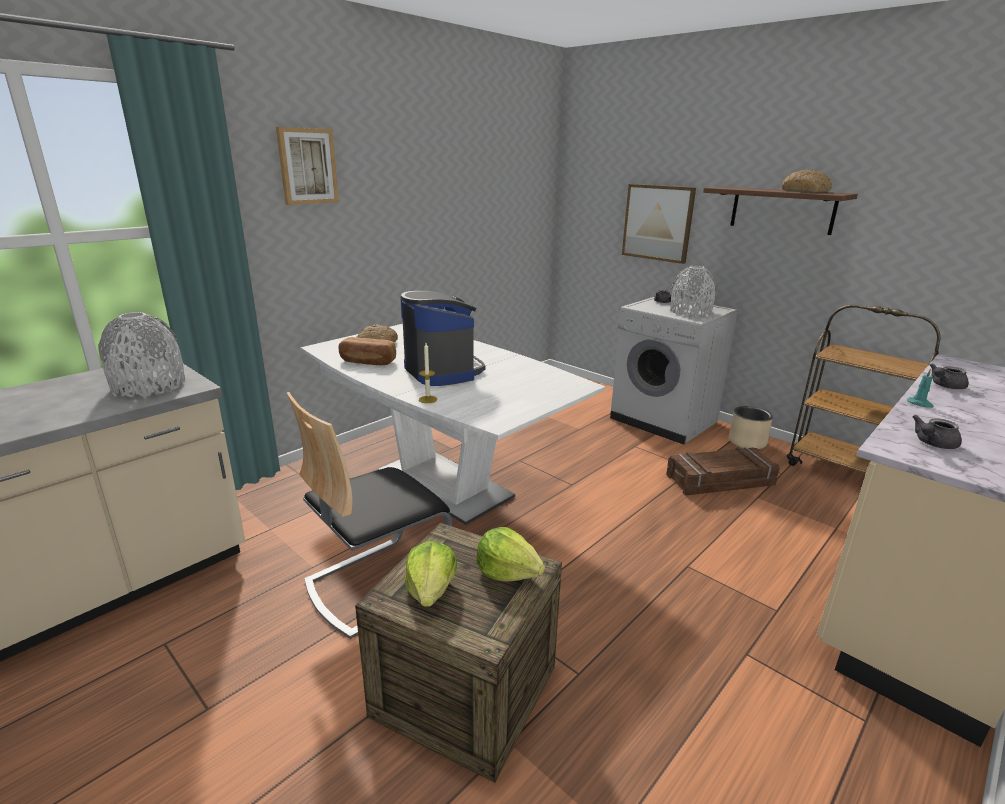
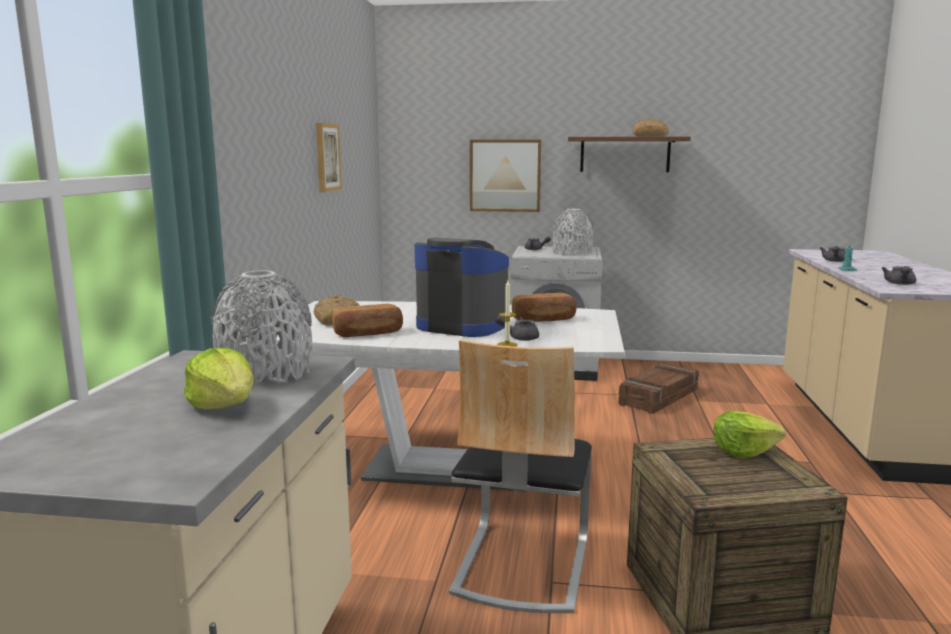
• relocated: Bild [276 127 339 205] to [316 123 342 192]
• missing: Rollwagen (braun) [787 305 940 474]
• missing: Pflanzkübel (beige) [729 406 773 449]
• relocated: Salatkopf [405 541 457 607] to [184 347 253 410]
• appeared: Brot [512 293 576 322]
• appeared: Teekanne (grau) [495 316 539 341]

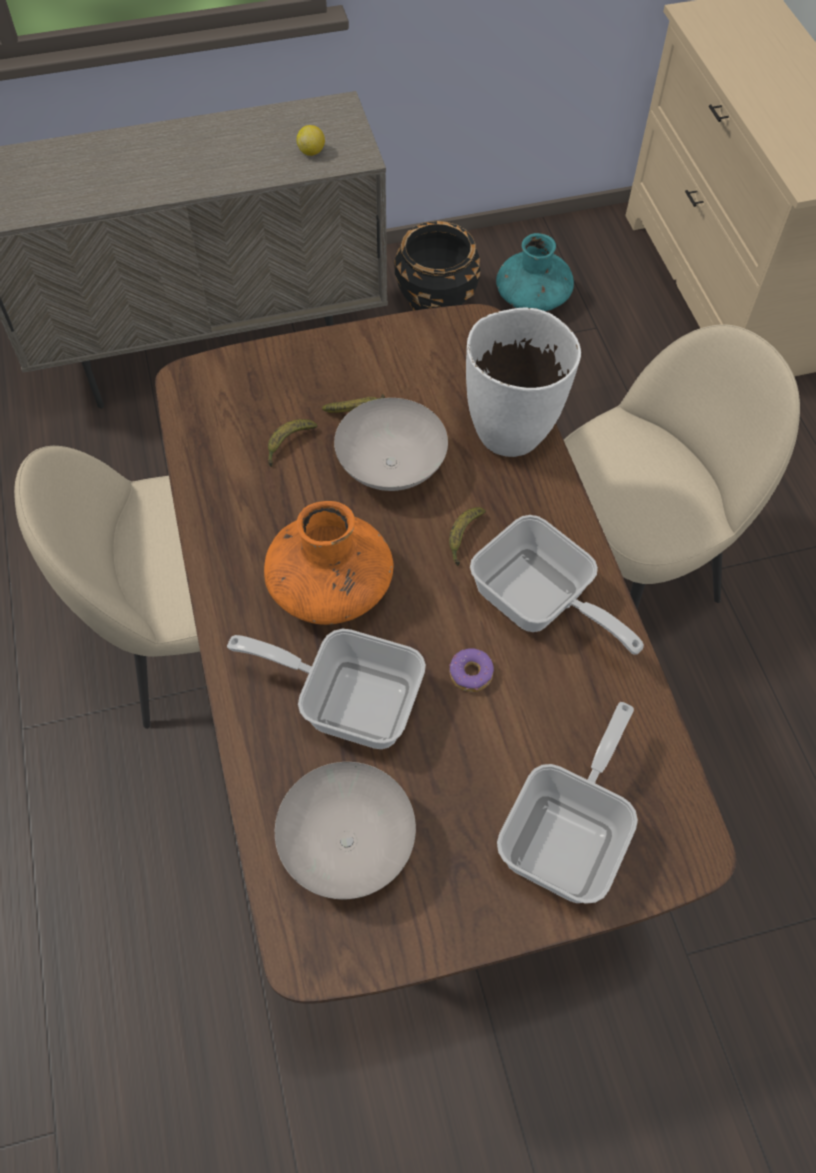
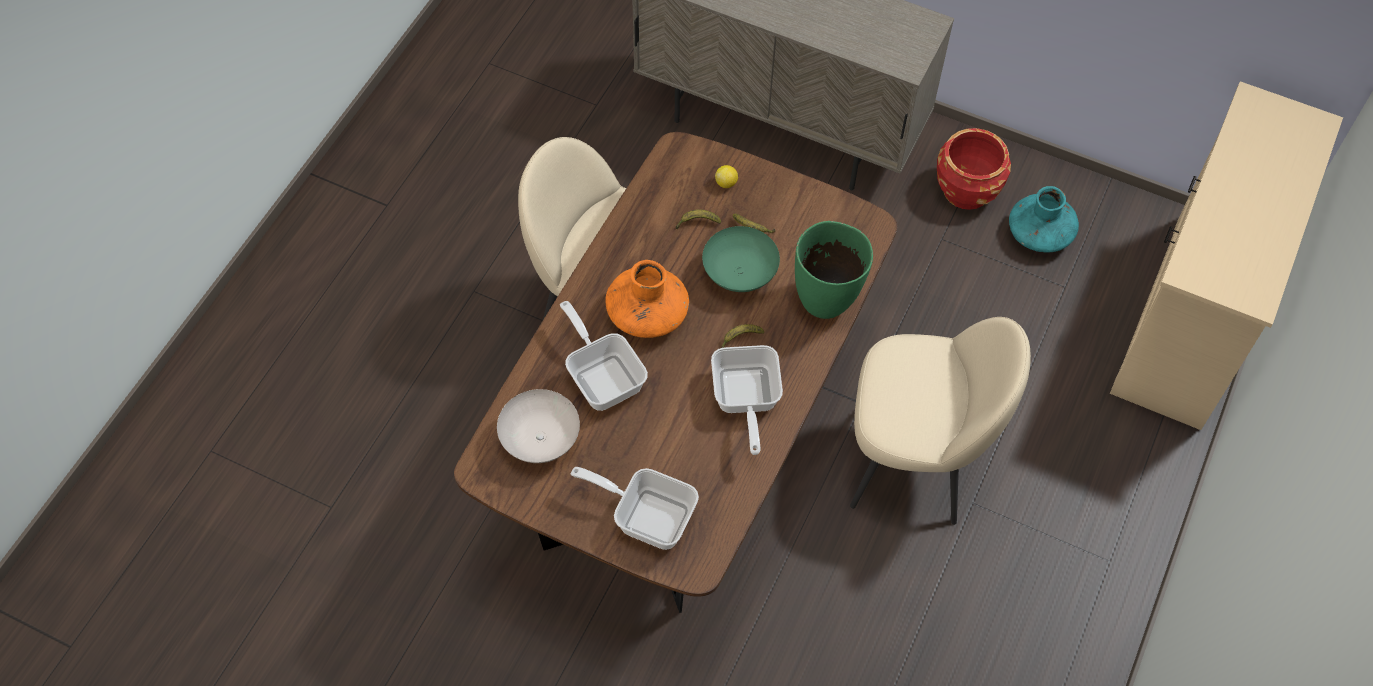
• relocated: Zitrone [296 125 325 156] to [715 165 738 188]
• colour: Pflanzkübel (schwarz) [394 221 480 311] to Pflanzkübel (rot) [937 128 1011 210]
• colour: Vase (weiß) [466 308 581 457] to Vase (grün) [795 221 873 319]
• colour: Schüssel (weiß) [334 398 448 491] to Schüssel (grün) [702 226 780 292]
• missing: Donut [449 648 494 692]
• spun: Pfanne [497 702 638 904] = [571 467 699 550] 135 degrees counterclockwise

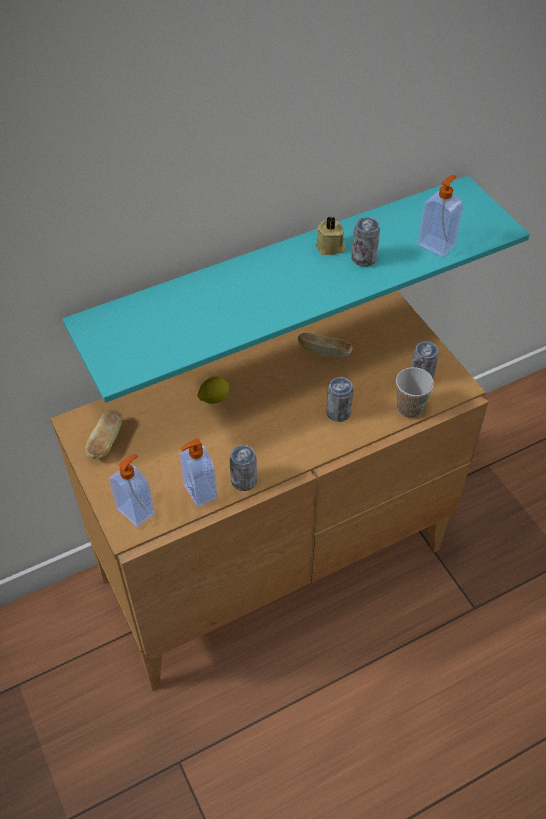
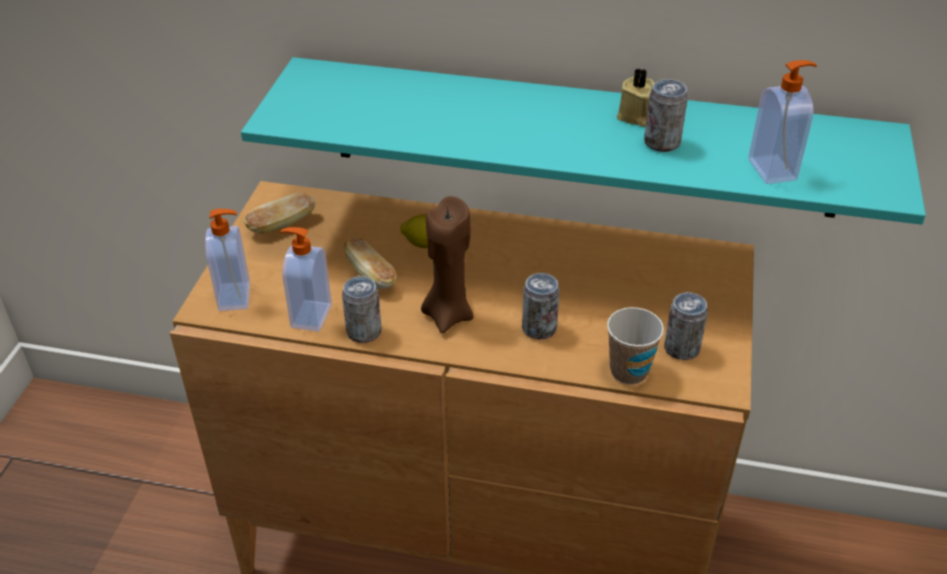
• relocated: Brot [298 333 353 357] to [344 238 397 289]
• appeared: Kerze (braun) [421 196 474 333]

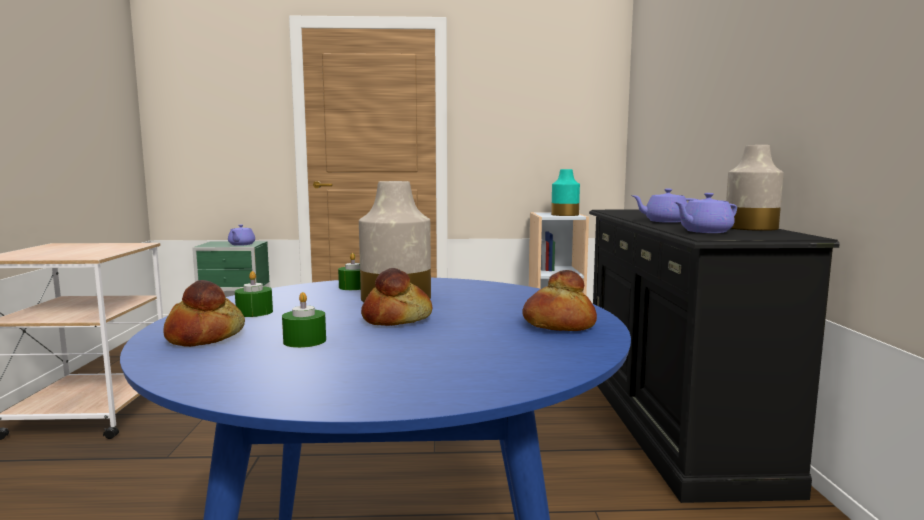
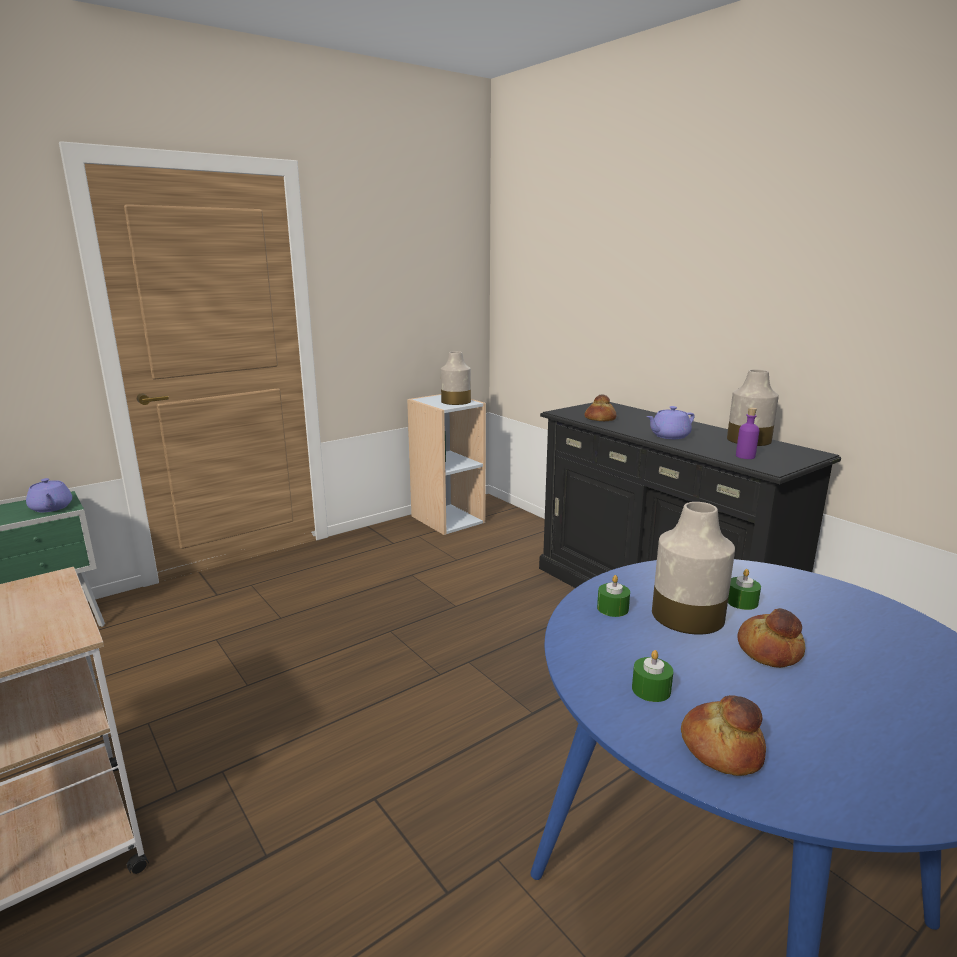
• colour: Vase (türkis) [551 169 580 216] to Vase (beige) [441 351 471 405]
• exchanged: Teekanne (lila) [674 193 737 233] to Flasche (lila) [736 407 759 459]
• relocated: Brot [522 270 597 331] to [584 395 617 421]
• relocated: Kerze (grün) [282 292 326 348] to [728 569 761 610]

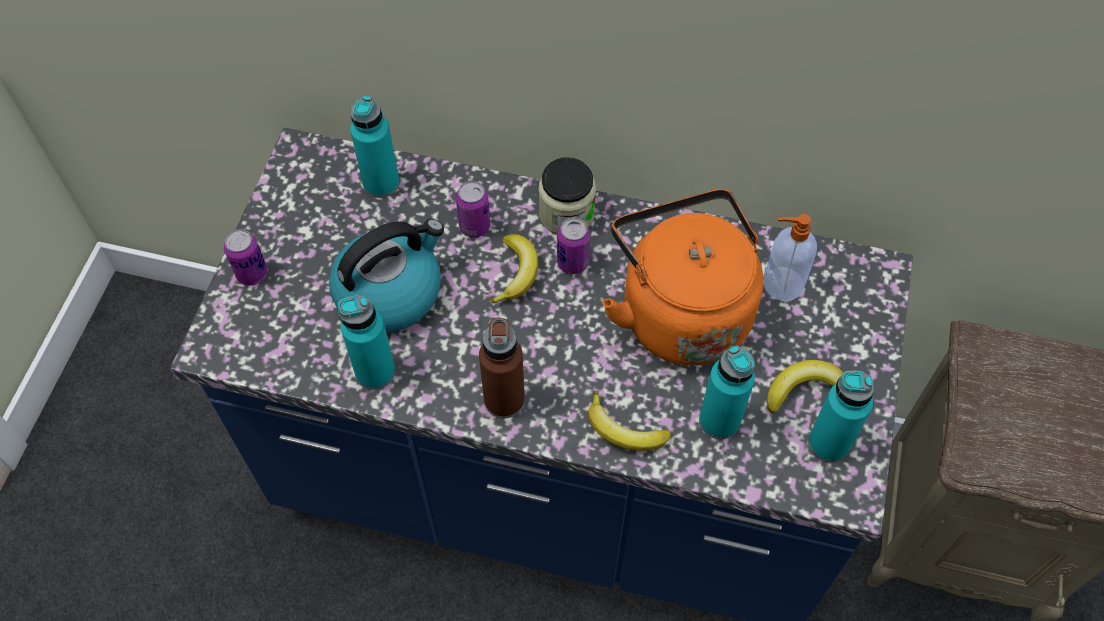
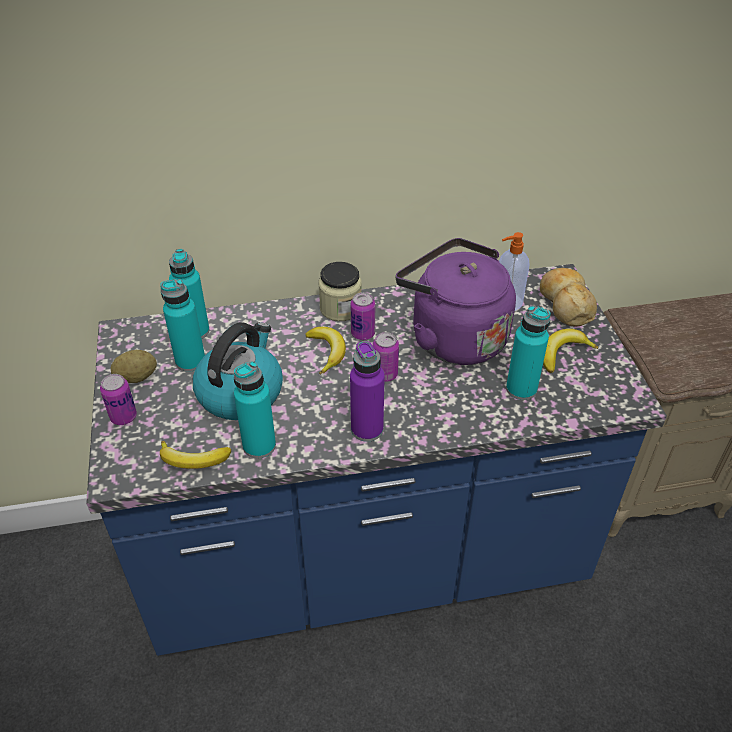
• relocated: Dose [456 181 490 237] to [373 332 399 382]
• colour: Wasserkessel (orange) [602 189 764 366] to Wasserkessel (lila) [396 238 516 365]
• colour: Flasche (braun) [479 318 525 418] to Flasche (lila) [350 341 385 442]
• relocated: Flasche (türkis) [808 370 874 462] to [160 279 205 372]
• relocated: Banane [588 391 671 451] to [160 441 231 469]
• appeared: Brot [540 268 597 326]
• appeared: Kartoffel [111 350 157 383]

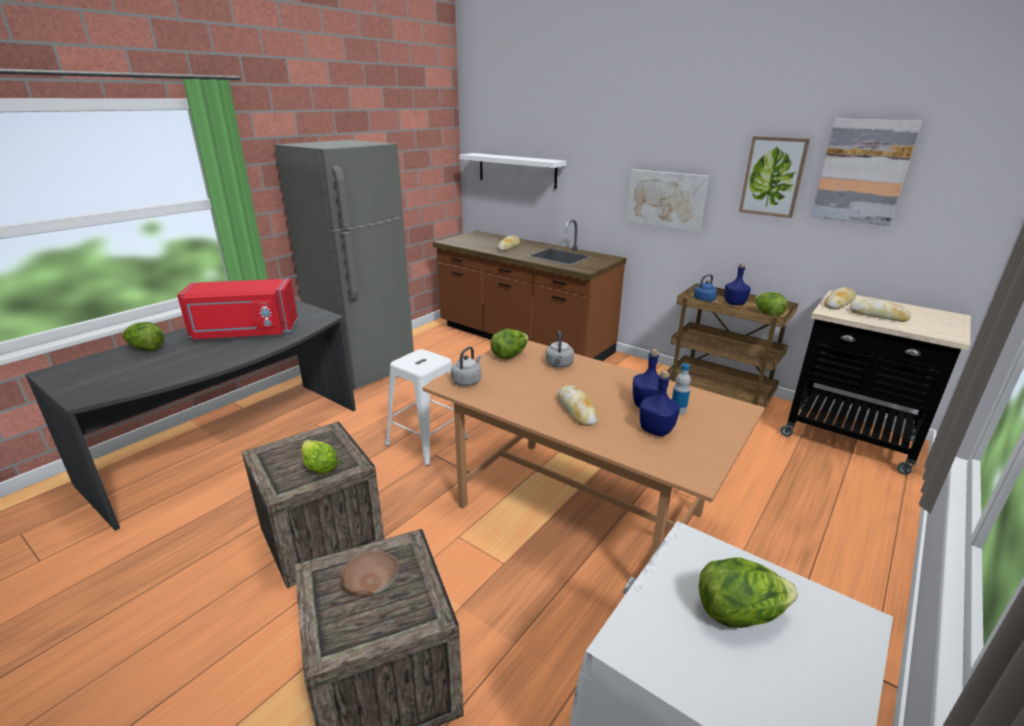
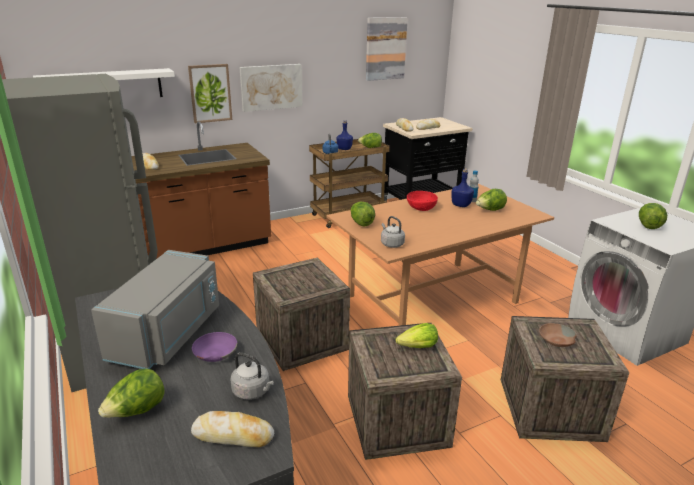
• relocated: Bild [739 136 810 218] to [188 64 232 123]
• colour: Mikrowelle (rot) [177 279 298 339] to Mikrowelle (grau) [91 250 219 369]
• relocated: Wasserkessel (grau) [546 330 574 368] to [230 352 274 400]
• exchanged: Hocker (weiß) [385 349 468 466] to Kiste [253 257 350 371]
• exchanged: Flasche (blau) [640 371 680 436] to Salatkopf [476 189 507 211]
• relocated: Brot [558 385 598 426] to [191 411 274 447]
• appeared: Schüssel (rot) [407 191 438 211]
• appeared: Schüssel (lila) [192 332 237 362]

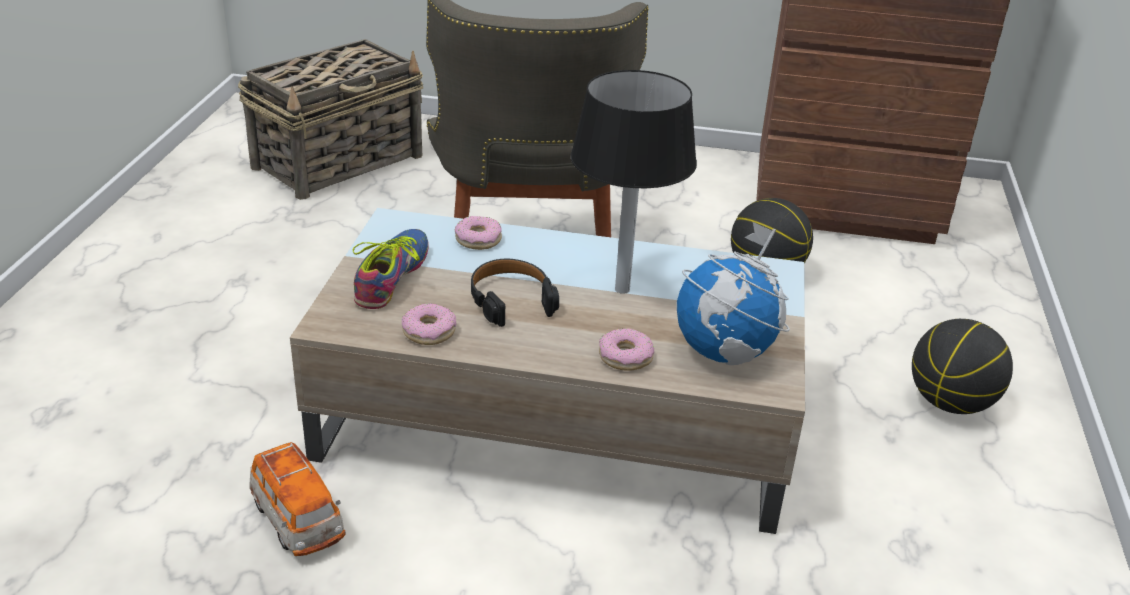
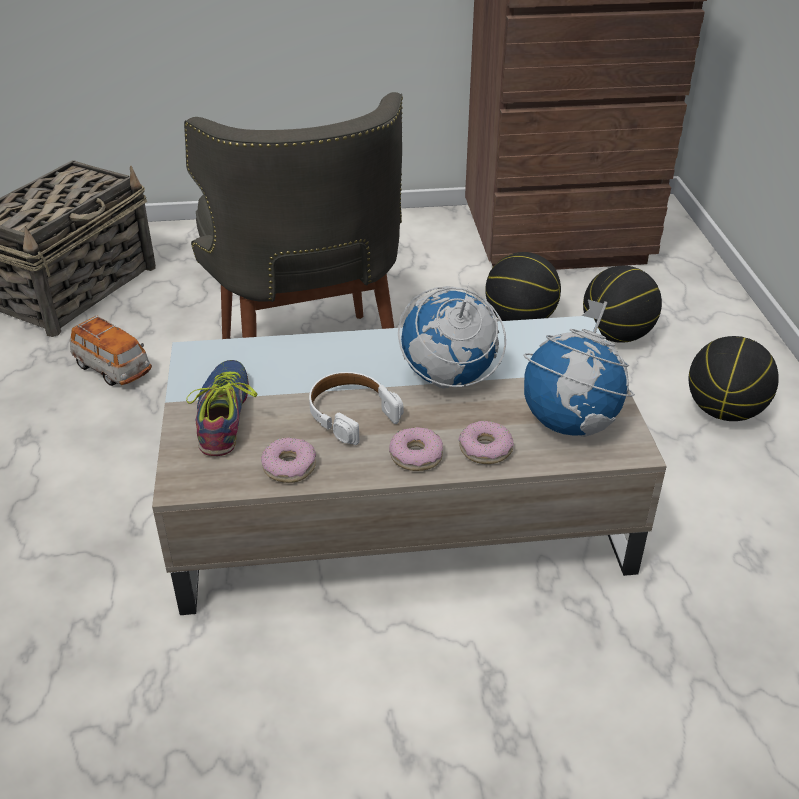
• exchanged: Tischlampe (schwarz) [570 70 697 294] to Globus [398 284 506 389]
• relocated: Donut [455 216 502 250] to [389 427 443 471]
• colour: Kopfhörer (schwarz) [471 259 559 327] to Kopfhörer (weiß) [309 372 404 445]
• relocated: Spielzeugauto [249 442 346 556] to [70 315 152 386]
• appeared: Basketball [583 266 662 343]

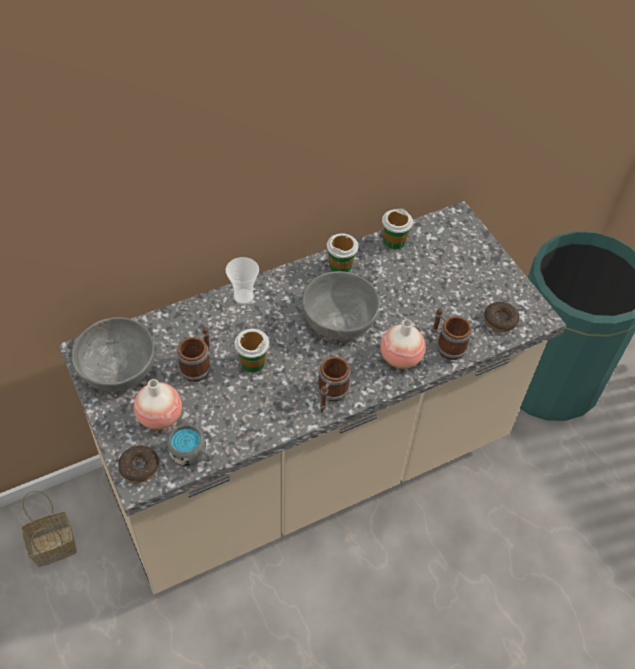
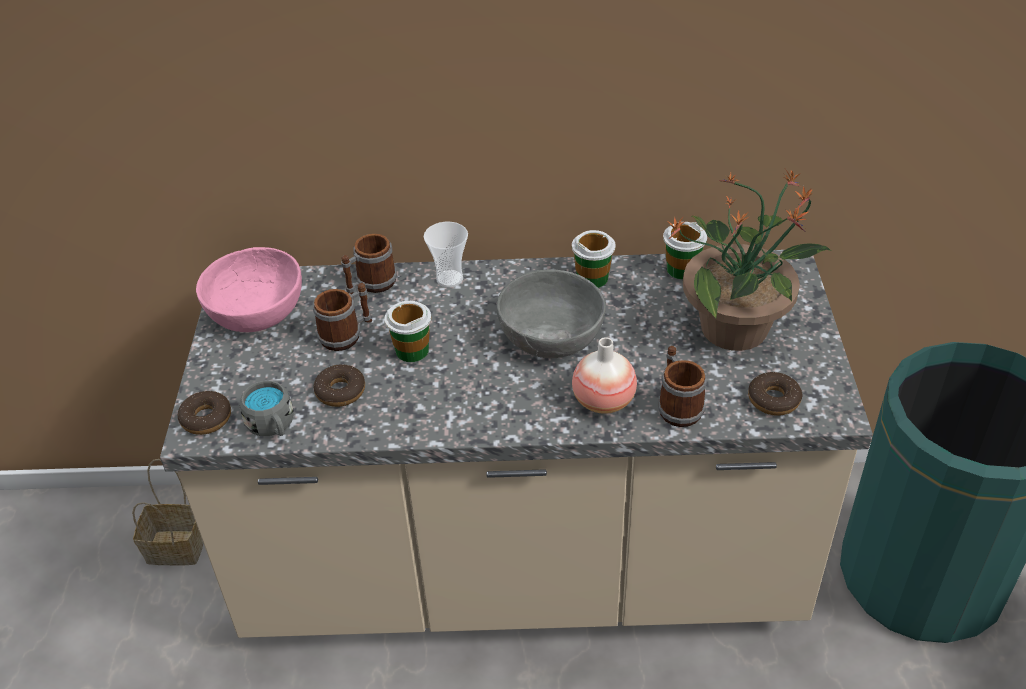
• colour: Schüssel (grau) [71 317 155 392] to Schüssel (rosa) [196 247 302 332]
• relocated: Henkelbecher [317 356 351 413] to [341 234 397 294]
• missing: Vase [134 379 182 430]
• appeared: Topfpflanze [666 169 831 351]
• appeared: Donut [314 364 365 407]

